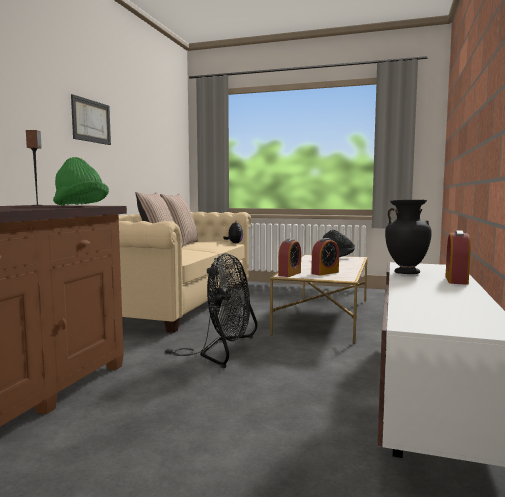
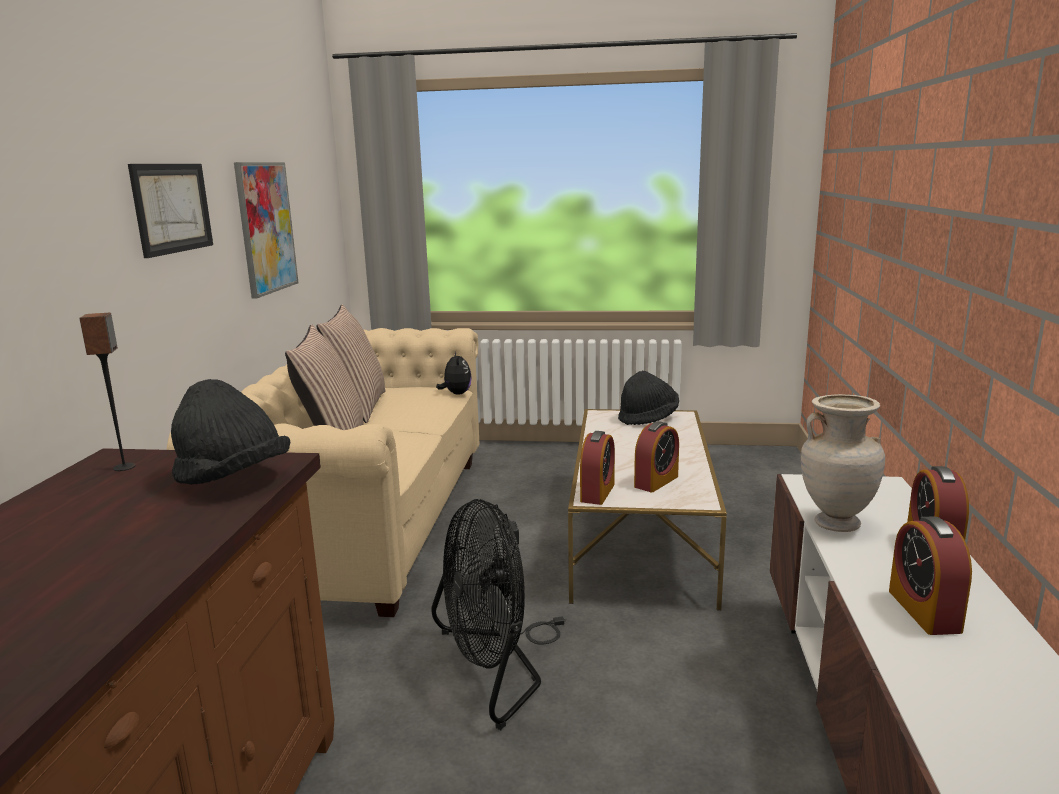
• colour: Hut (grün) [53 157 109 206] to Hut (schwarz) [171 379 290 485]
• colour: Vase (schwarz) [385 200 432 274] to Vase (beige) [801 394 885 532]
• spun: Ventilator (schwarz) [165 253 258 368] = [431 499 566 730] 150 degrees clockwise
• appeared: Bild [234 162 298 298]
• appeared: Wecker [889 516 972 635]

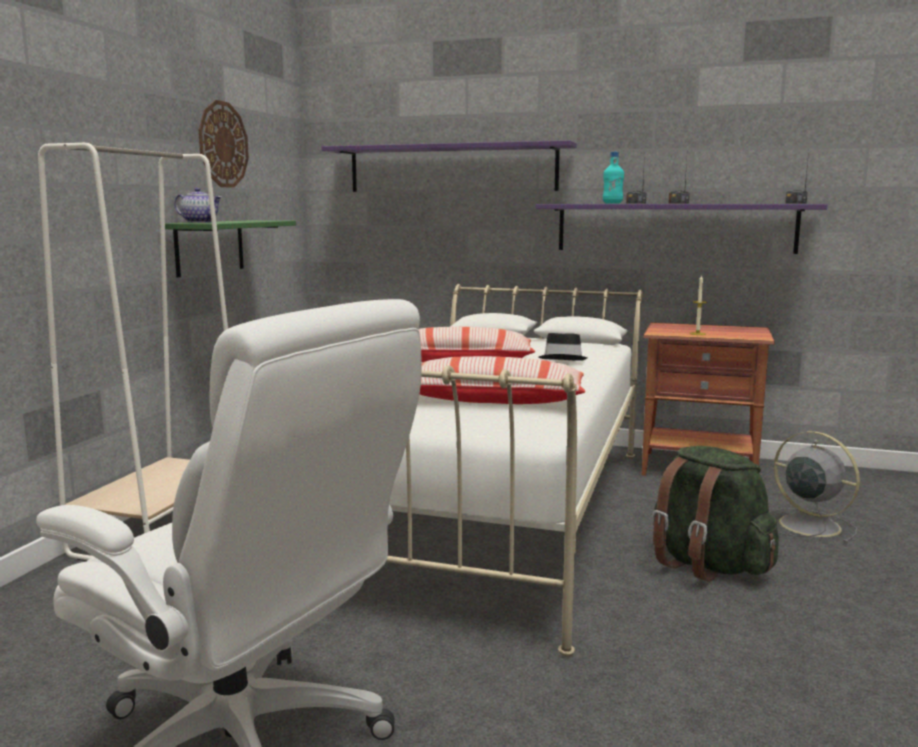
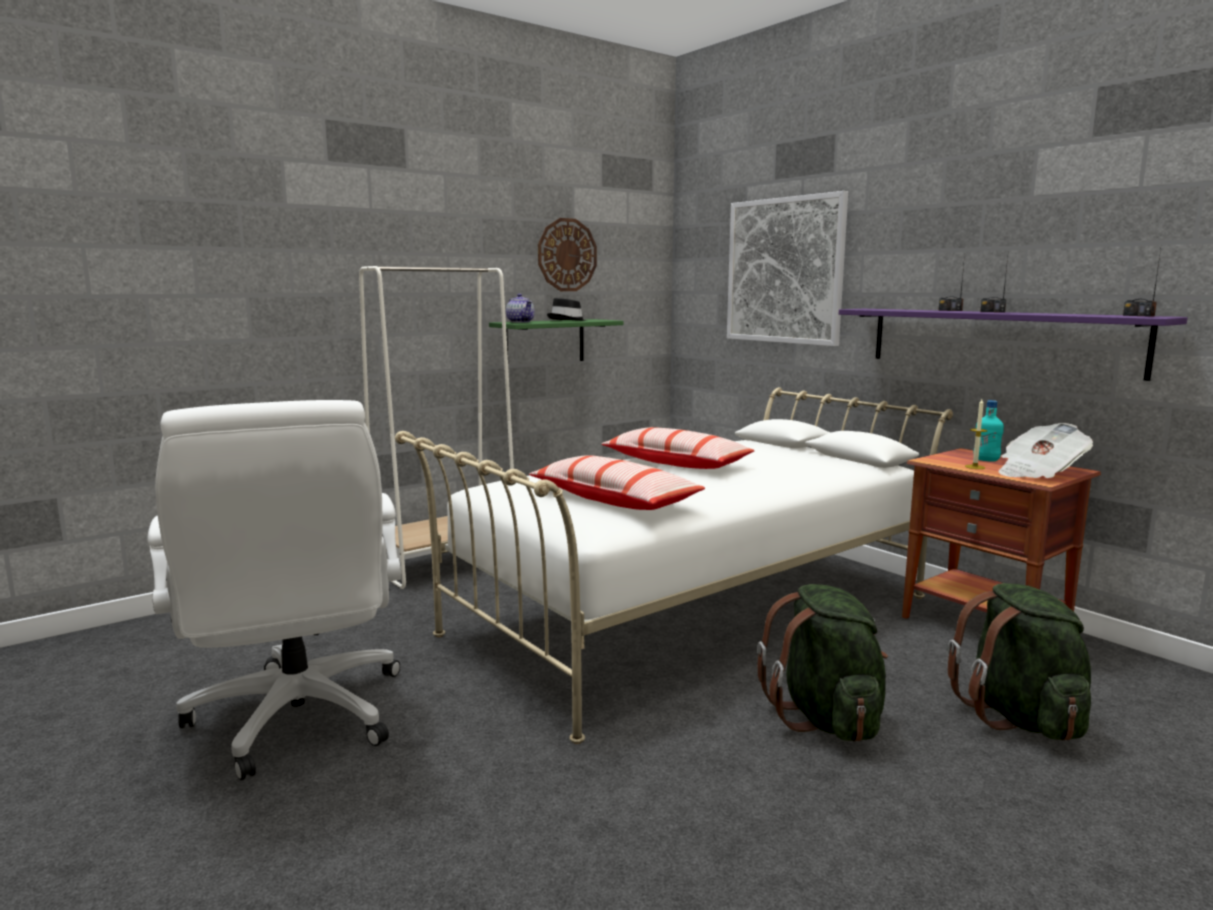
• exchanged: Wandregal (lila) [321 140 577 192] to Bild [727 191 848 346]
• relocated: Flasche (türkis) [603 152 624 204] to [973 400 1004 462]
• relocated: Hut (schwarz) [538 333 587 361] to [547 298 587 321]
• exchanged: Ventilator (grau) [769 431 860 544] to Rucksack (grün) [948 583 1091 741]
• appeared: Zeitung [998 423 1093 478]

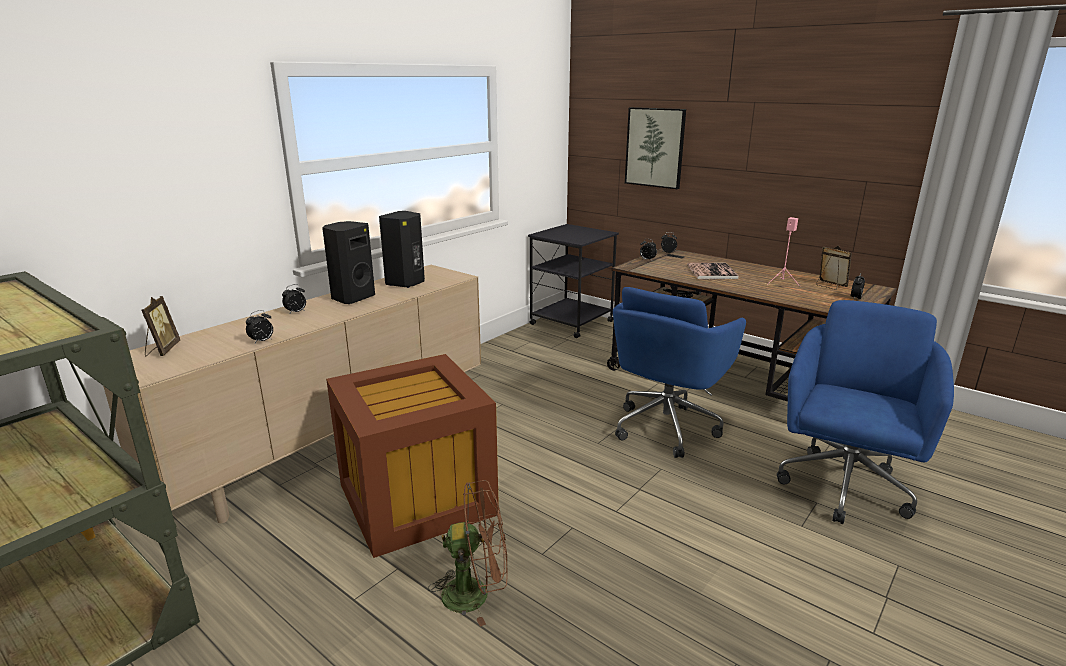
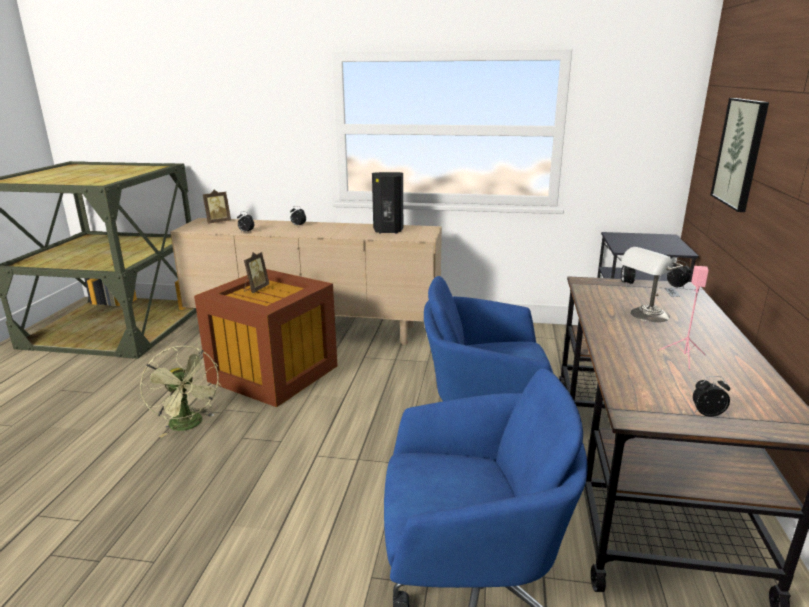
• missing: Lautsprecher (schwarz) [322 221 375 304]
• relocated: Bilderrahmen [816 246 852 290] to [244 252 269 293]
• exchanged: Buch [687 263 739 279] to Tischlampe (weiß) [621 247 683 322]
• colour: Ventilator (braun) [428 480 508 627] to Ventilator (grün) [140 346 221 438]

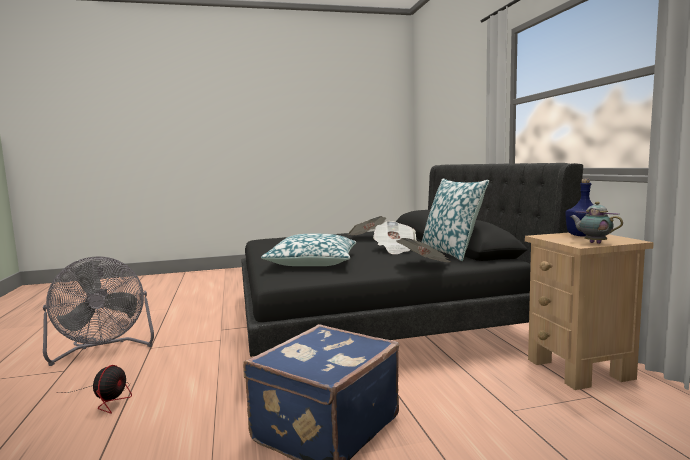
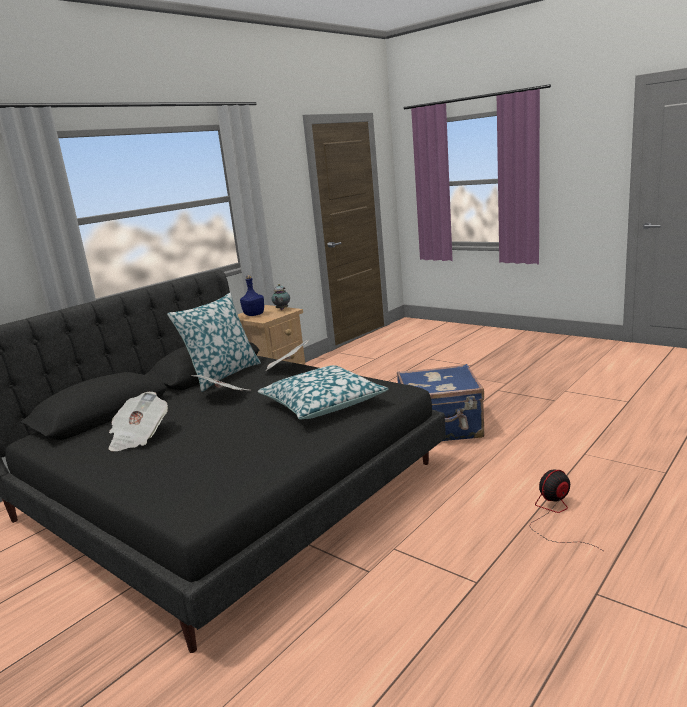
• missing: Ventilator (grau) [43 256 154 366]

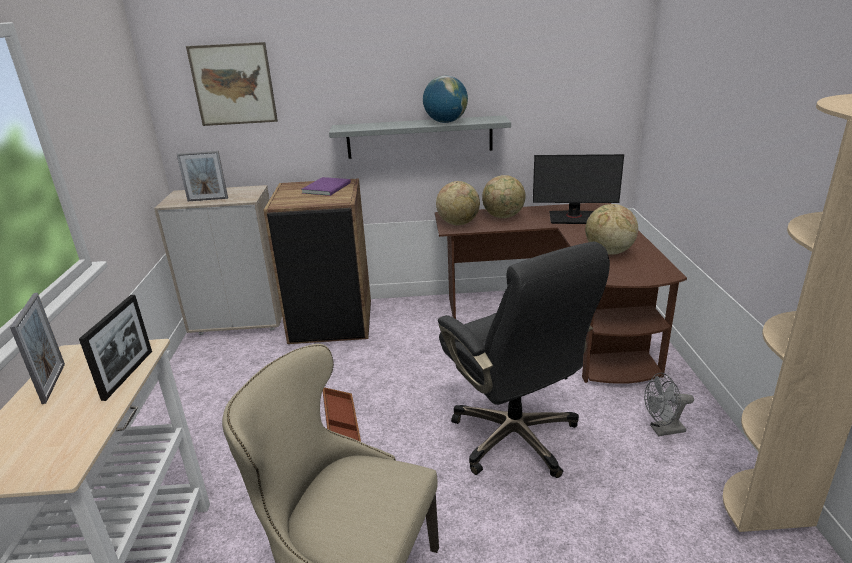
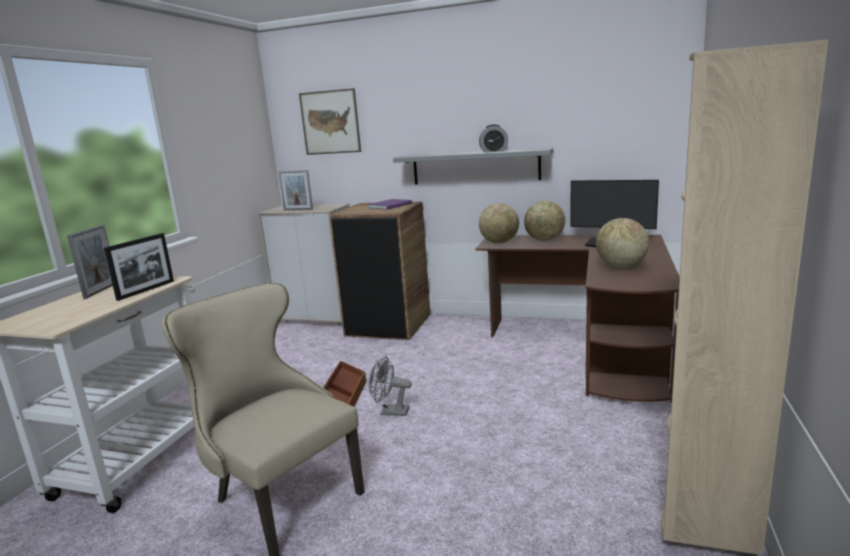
• exchanged: Globus [423 75 468 123] to Wecker [479 125 508 153]
• missing: Bürostuhl (schwarz) [438 242 610 478]
• relocated: Ventilator (grau) [644 373 694 436] to [369 356 412 416]

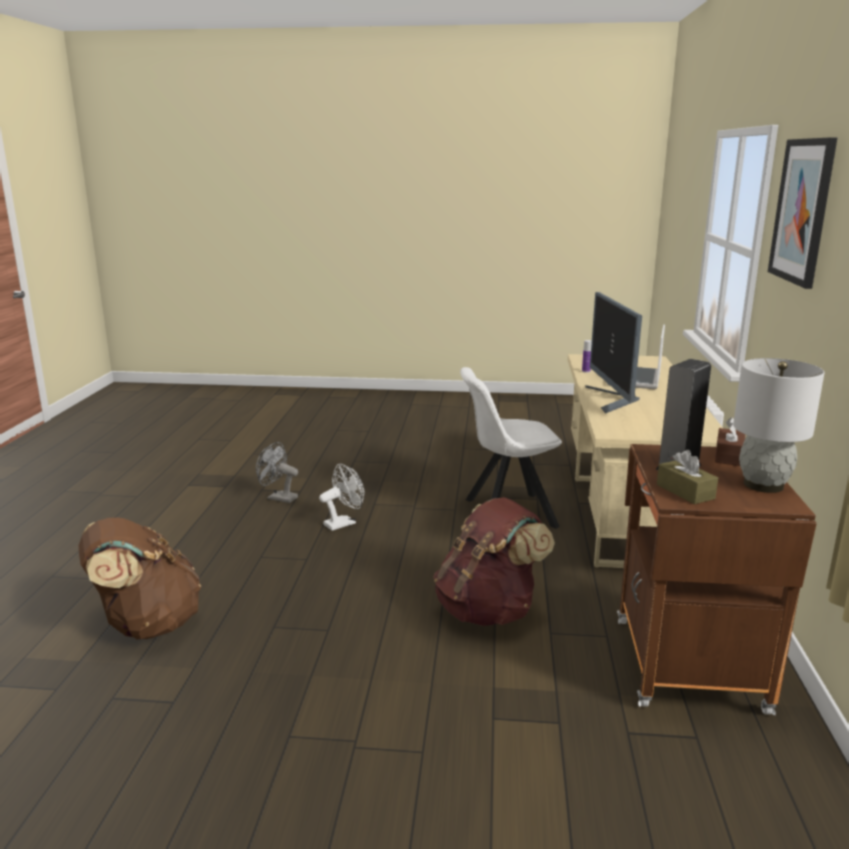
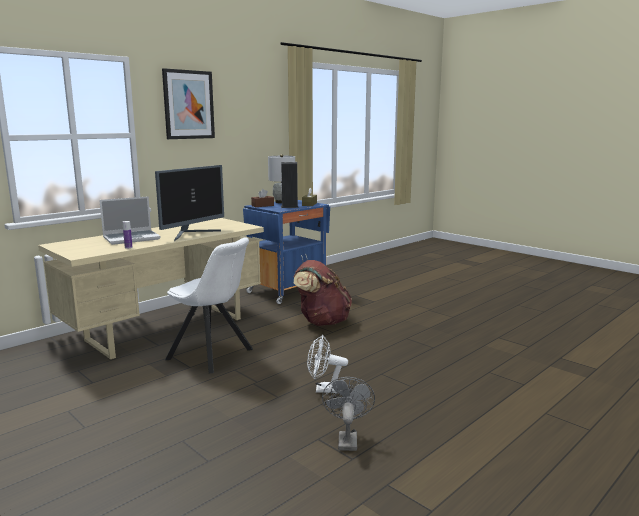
• spun: Ventilator (grau) [256 442 298 503] = [322 377 375 451] 150 degrees counterclockwise
• colour: Rollwagen (braun) [617 444 817 715] to Rollwagen (blau) [243 200 330 304]
• missing: Rucksack (braun) [79 518 201 639]

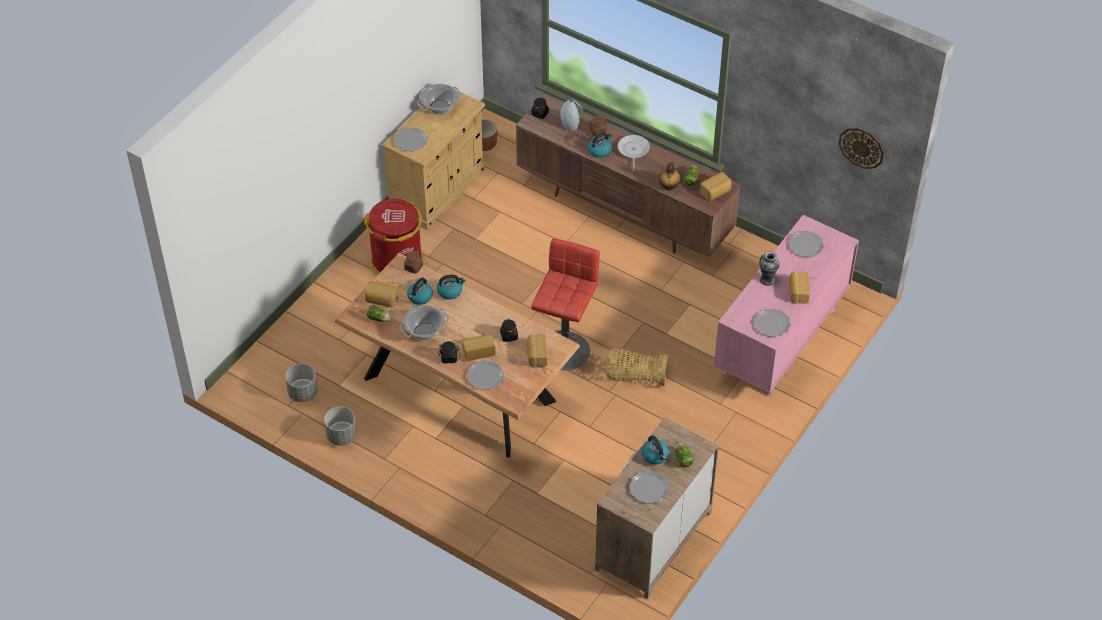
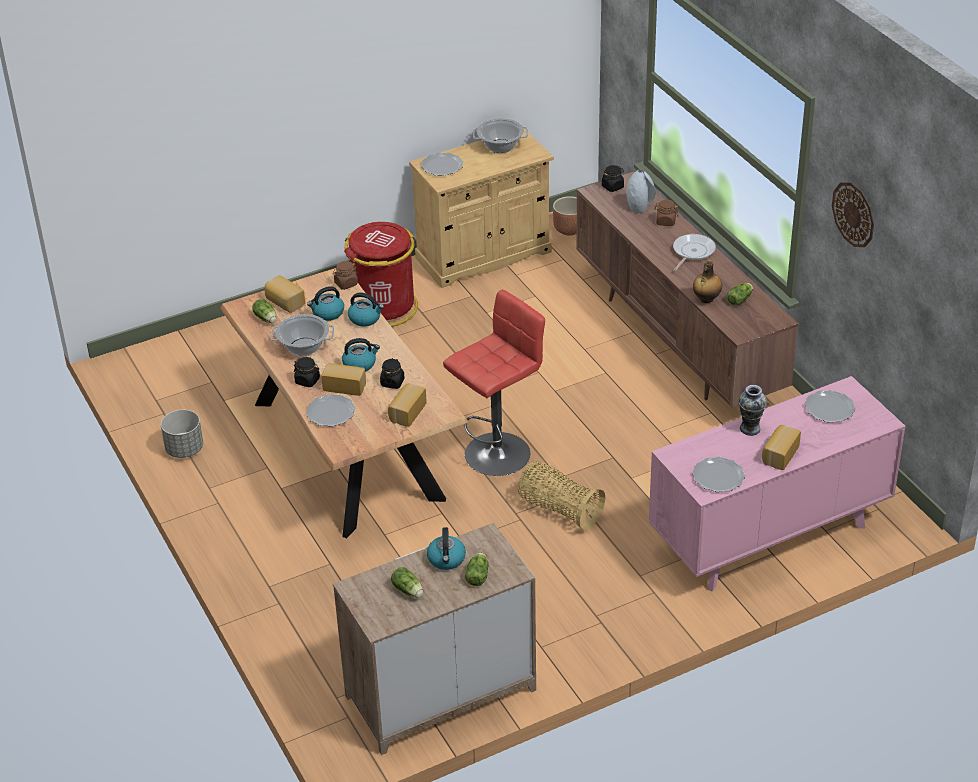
• relocated: Wanduhr [839 128 884 169] to [832 182 874 247]
• relocated: Wasserkessel [588 133 612 158] to [342 338 380 372]
• missing: Brot [700 172 731 201]
• missing: Pflanzkübel (grau) [285 364 318 402]
• exchanged: Teller [629 471 669 504] to Salatkopf [391 567 423 598]

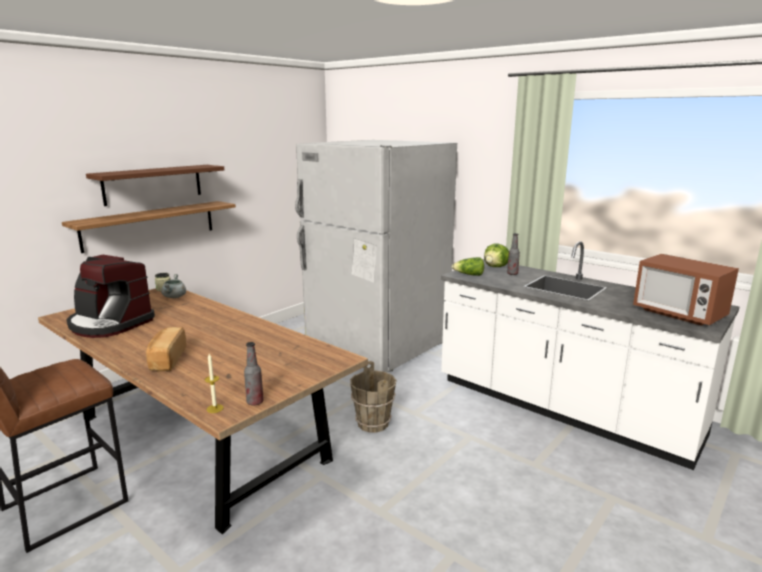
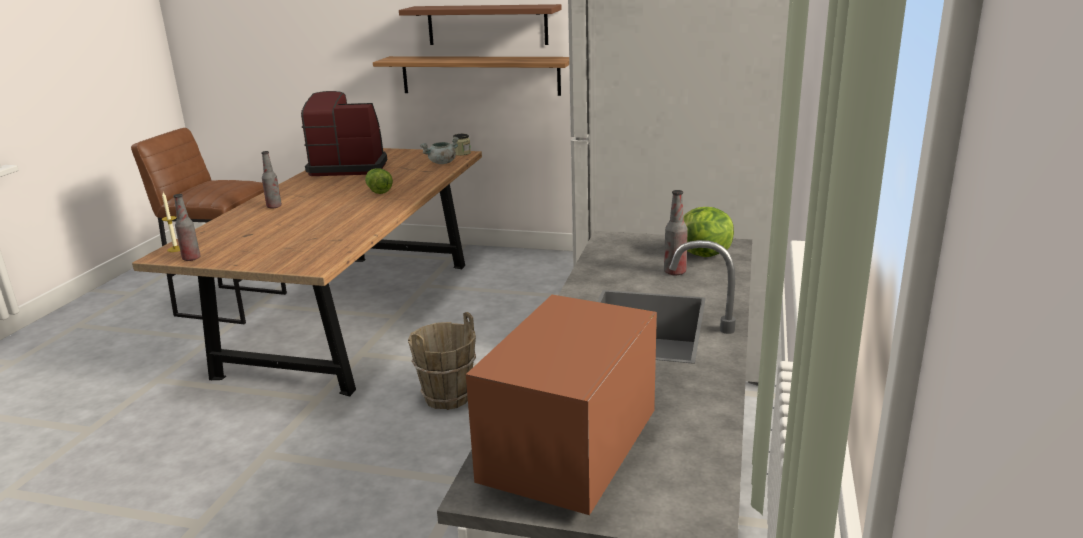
• spun: Kaffeemaschine [66 255 155 338] = [301 91 387 176] 90 degrees clockwise
• relocated: Salatkopf [451 257 484 276] to [365 168 393 194]
• exchanged: Brot [146 327 186 371] to Flasche [261 151 282 209]

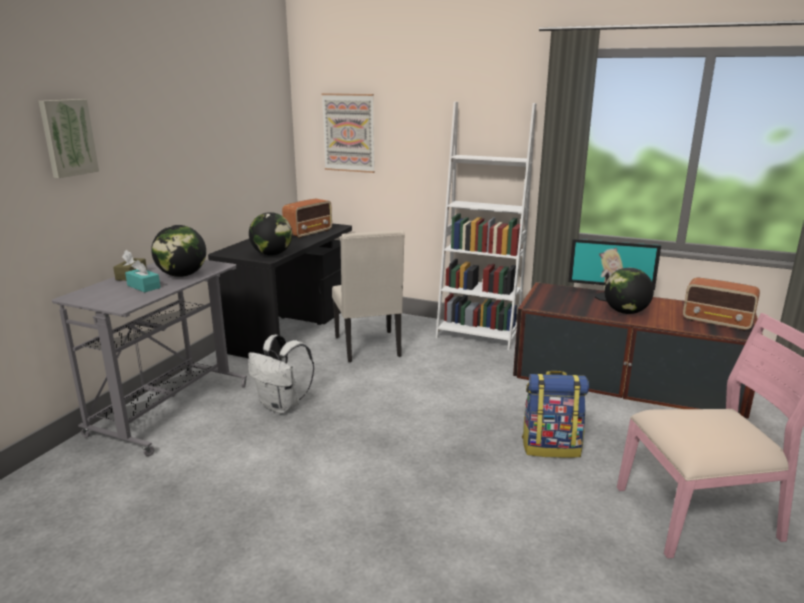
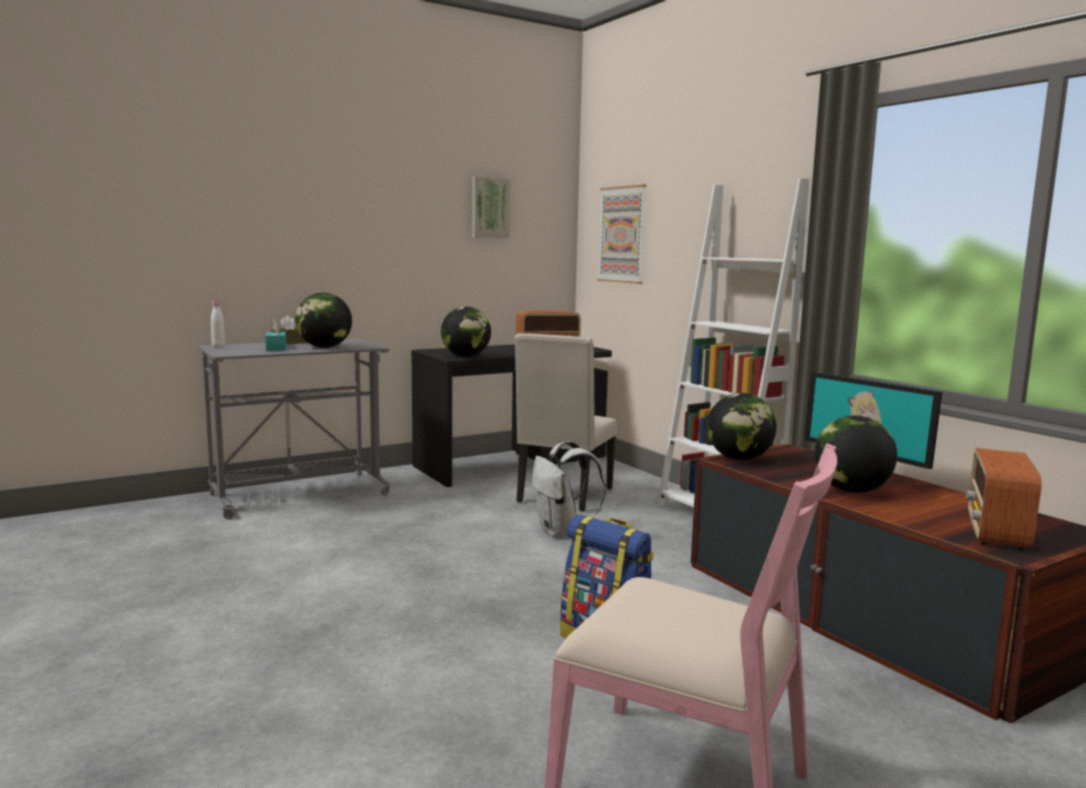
• relocated: Bild [39 99 99 178] to [472 176 510 238]
• spun: Radio [683 277 760 331] = [966 448 1042 550] 45 degrees clockwise
• relocated: Rucksack (weiß) [248 335 314 414] to [532 441 605 536]
• appeared: Flasche (weiß) [211 301 225 348]
• appeared: Globus [707 393 777 460]

